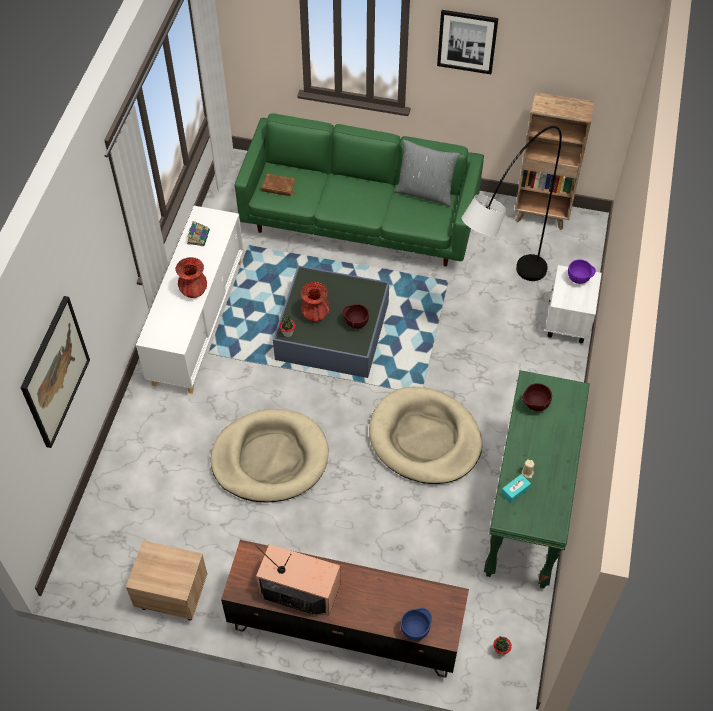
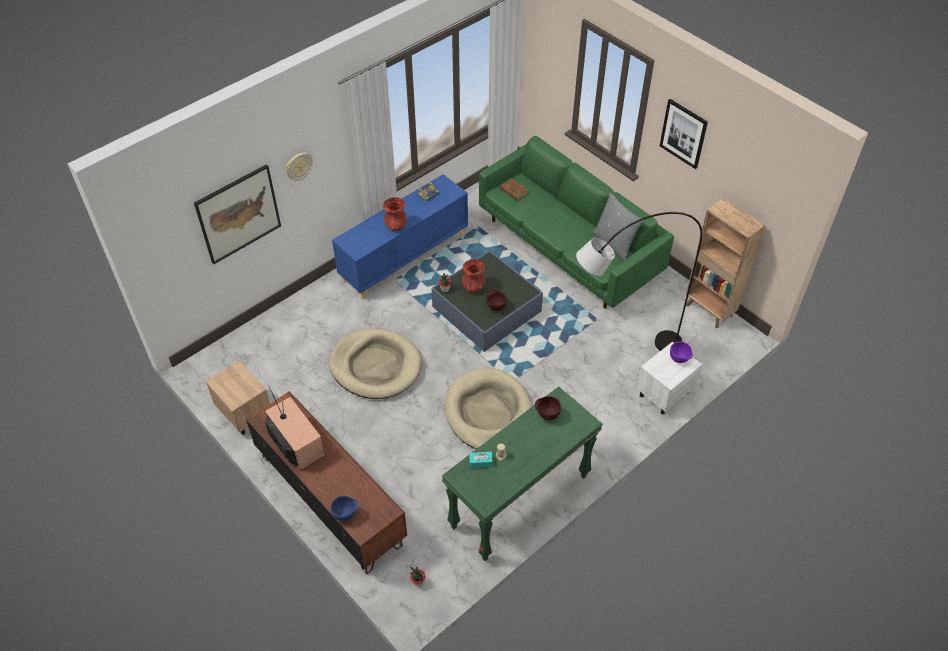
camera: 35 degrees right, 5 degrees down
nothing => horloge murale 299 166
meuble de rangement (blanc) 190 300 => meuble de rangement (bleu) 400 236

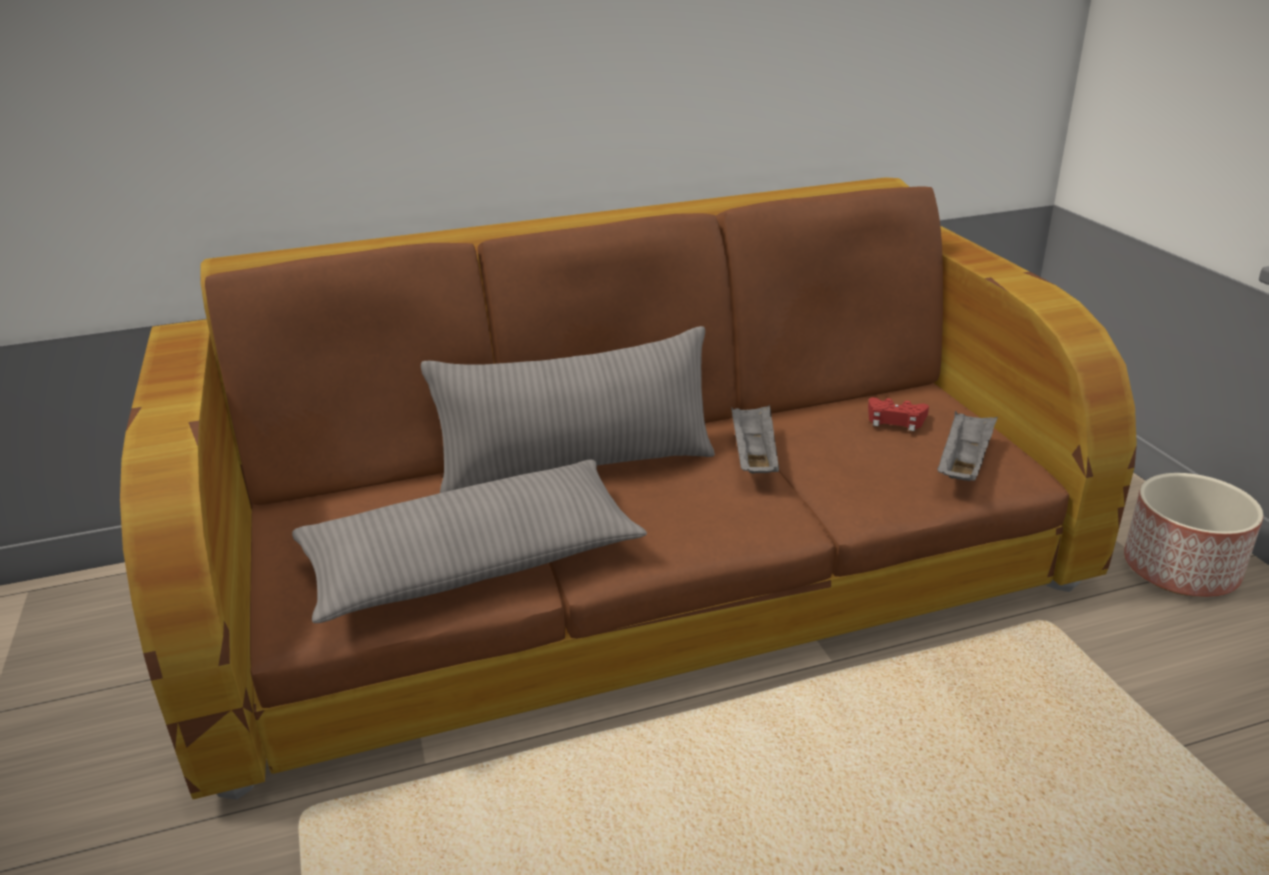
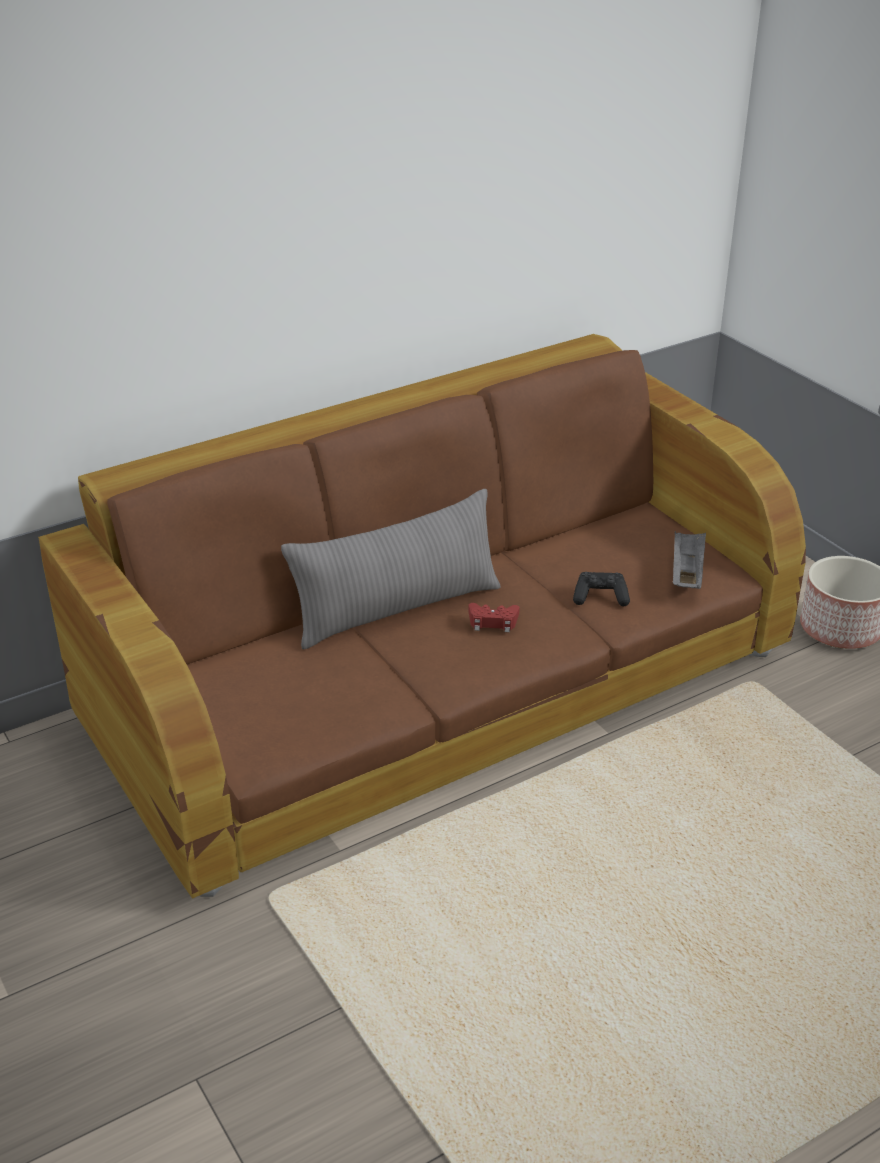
camera: 15 degrees left, 5 degrees up
manette (rouge) 898 414 => manette (rouge) 494 617, relocated
nothing => manette (noir) 601 589
coussin (gris) 469 541 => nothing
plateau (gris) 755 439 => nothing

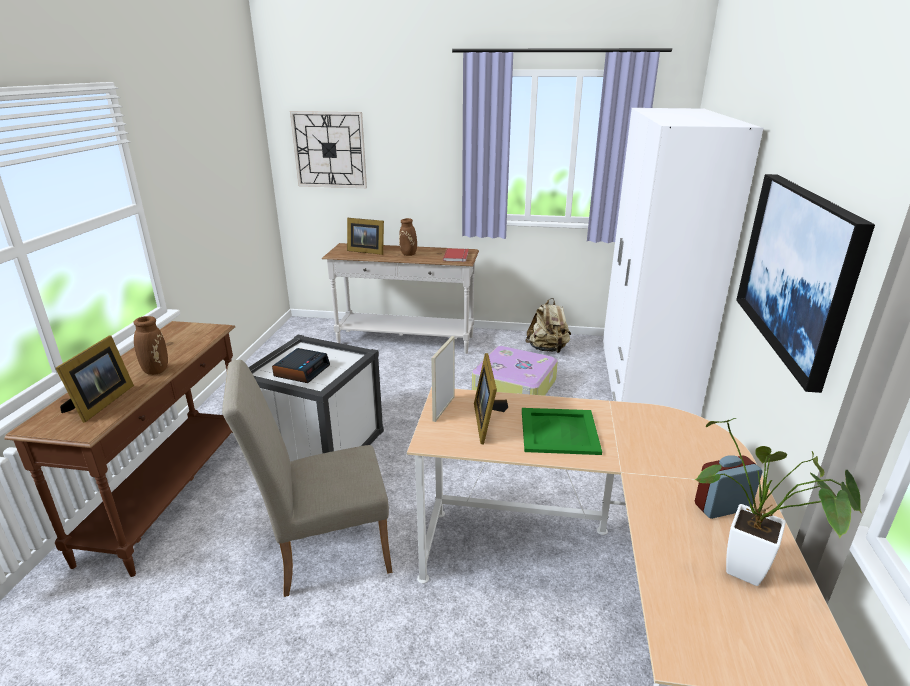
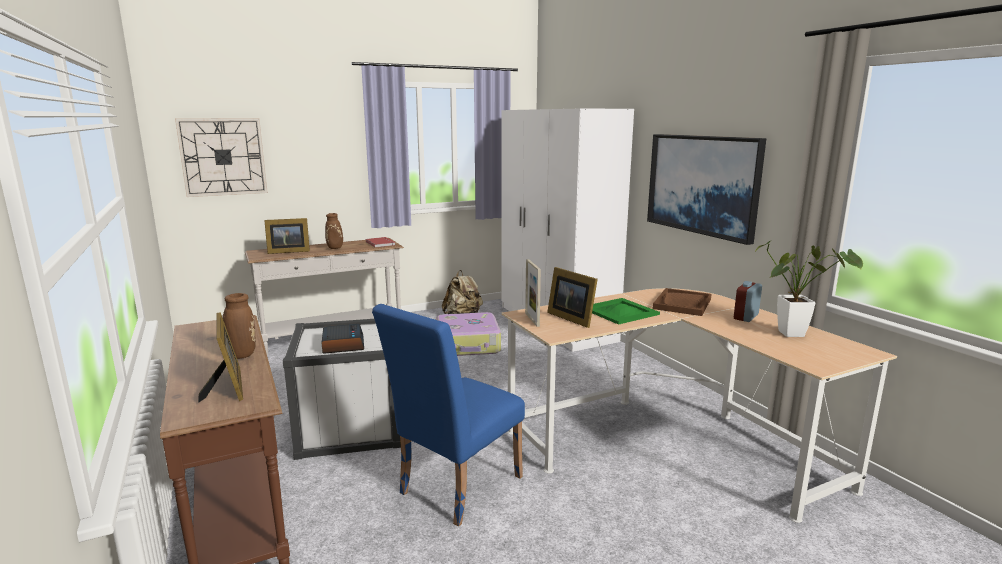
camera: 35 degrees left, 10 degrees down
chaise (beige) 307 478 => chaise (bleu) 448 415
nothing => plateau (marron) 682 302

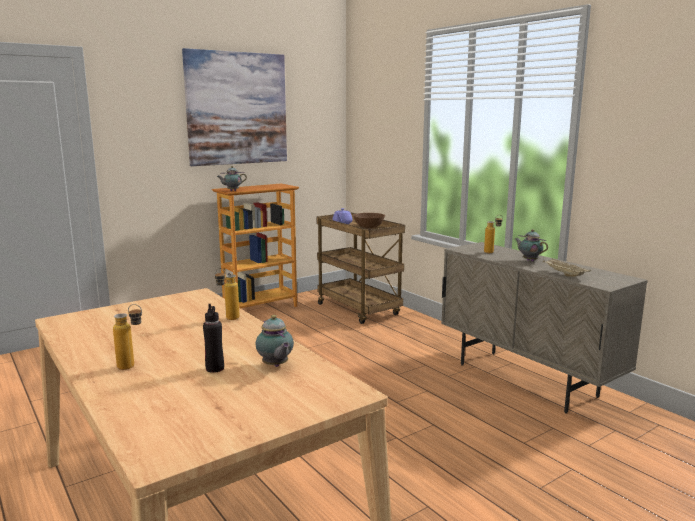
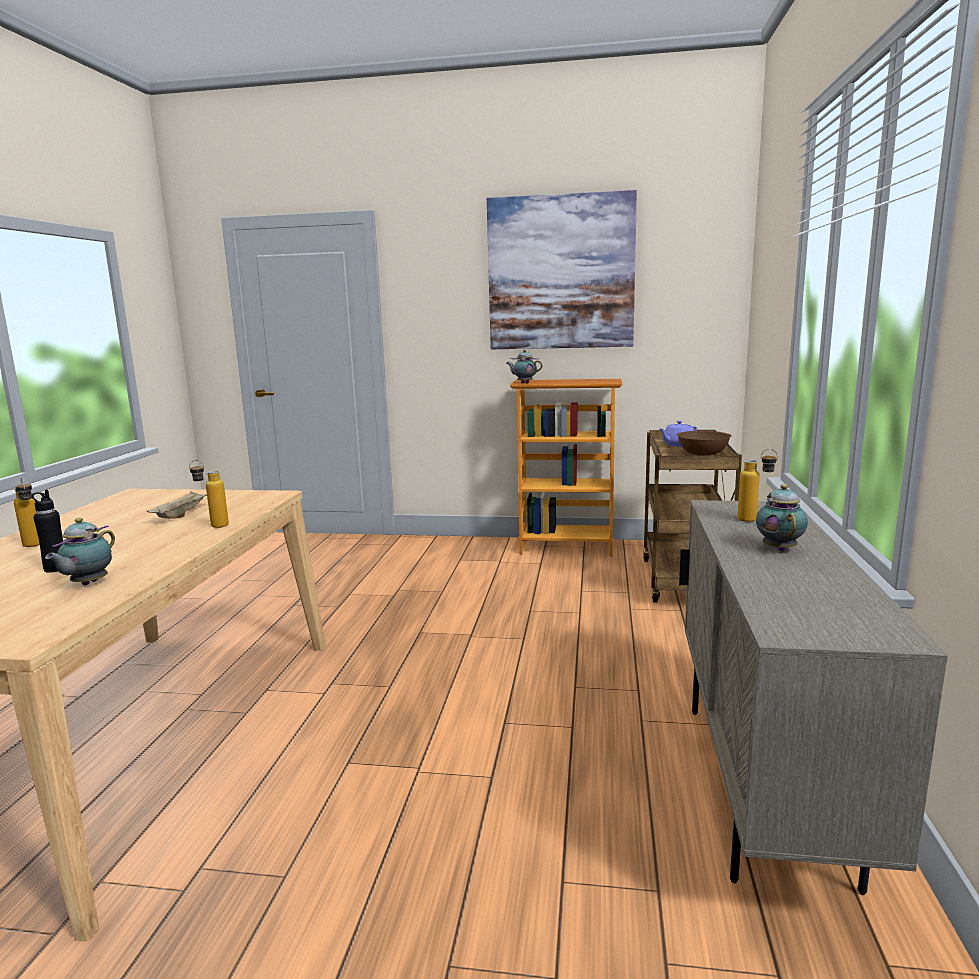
camera: 45 degrees right, 0 degrees up
plateau (beige) 567 267 => plateau (beige) 176 505, relocated

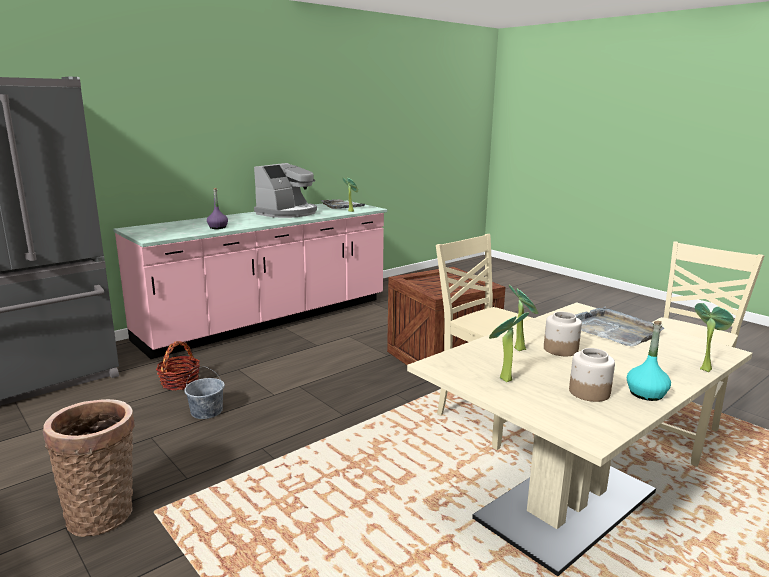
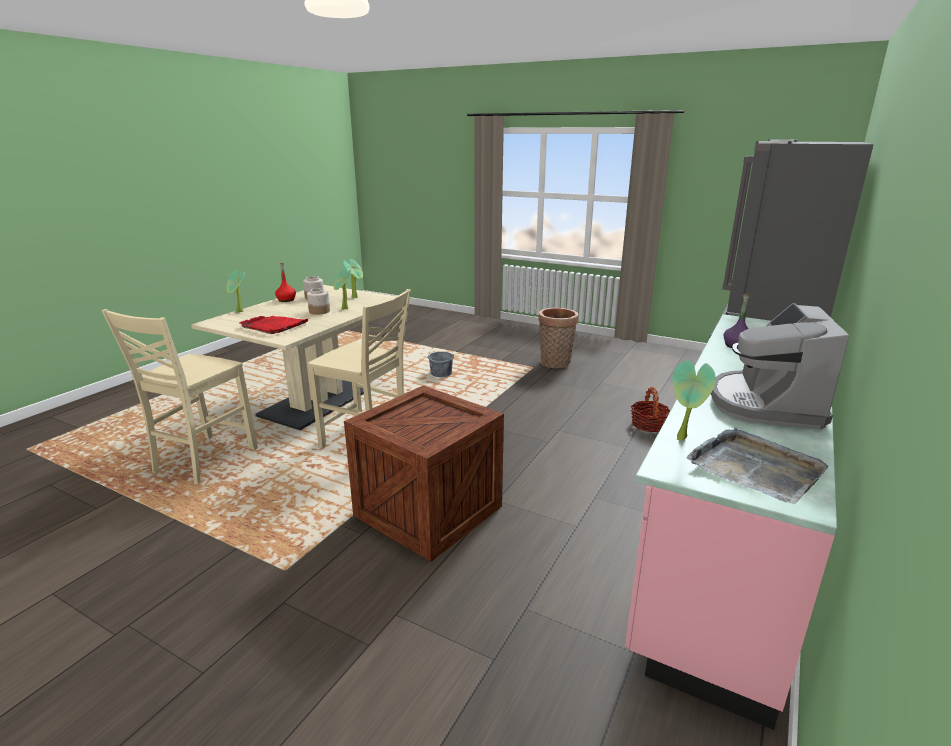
camera: 160 degrees right, 5 degrees up
plateau (gris) 620 327 => plateau (rouge) 274 325
bouteille (turquoise) 649 361 => bouteille (rouge) 285 282
seau (gris) 204 393 => seau (gris) 441 360, relocated

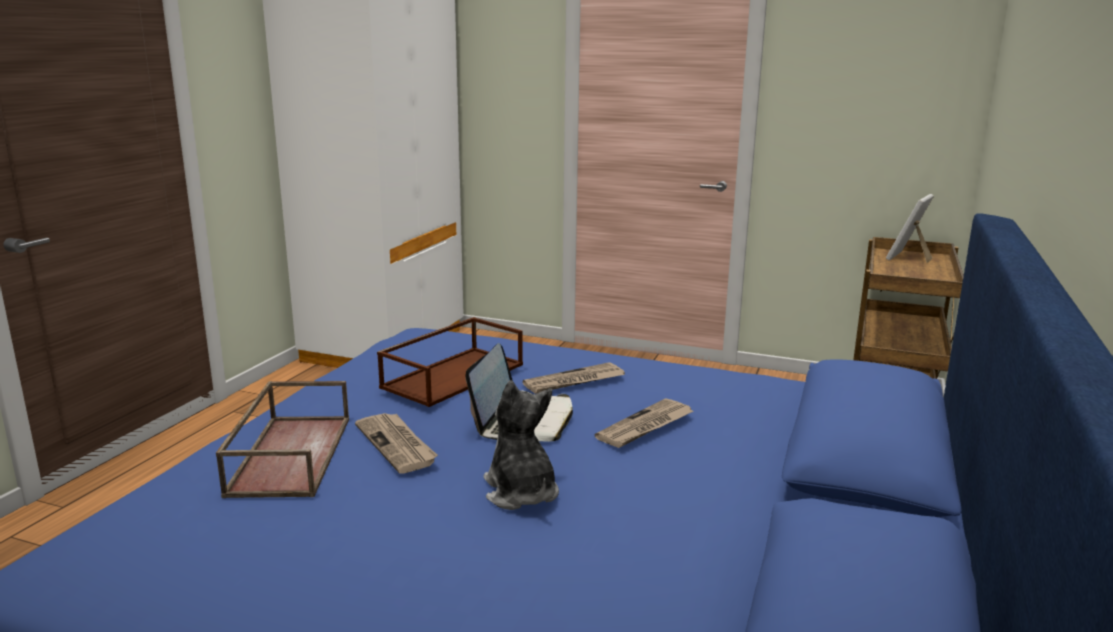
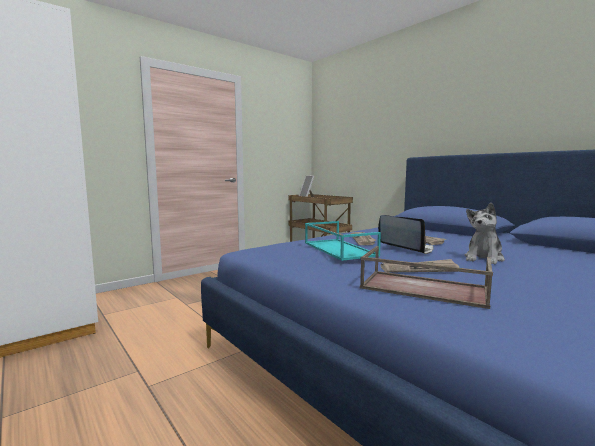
camera: 60 degrees left, 10 degrees down
plateau (marron) 450 362 => plateau (turquoise) 343 241
peluche 521 445 => peluche 485 234, 60 degrees counterclockwise

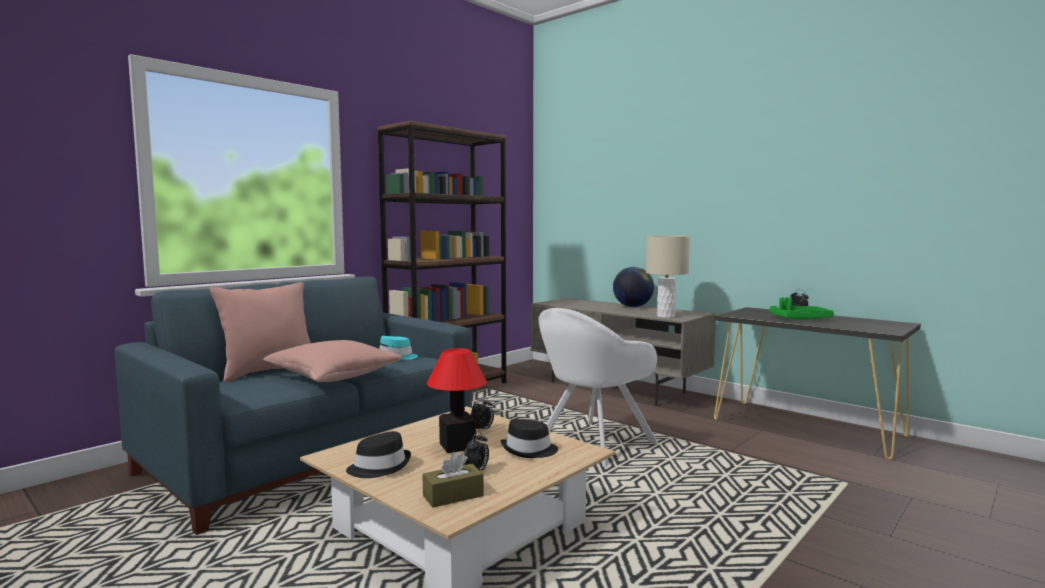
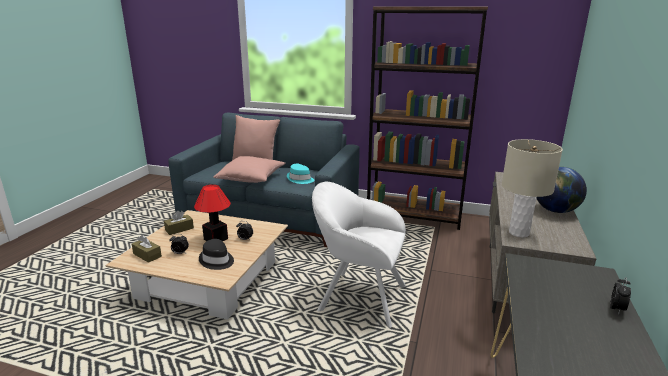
camera: 65 degrees right, 15 degrees up
chapeau (noir) 378 454 => boîte à mouchoirs (marron) 179 223
plateau (vert) 802 308 => nothing

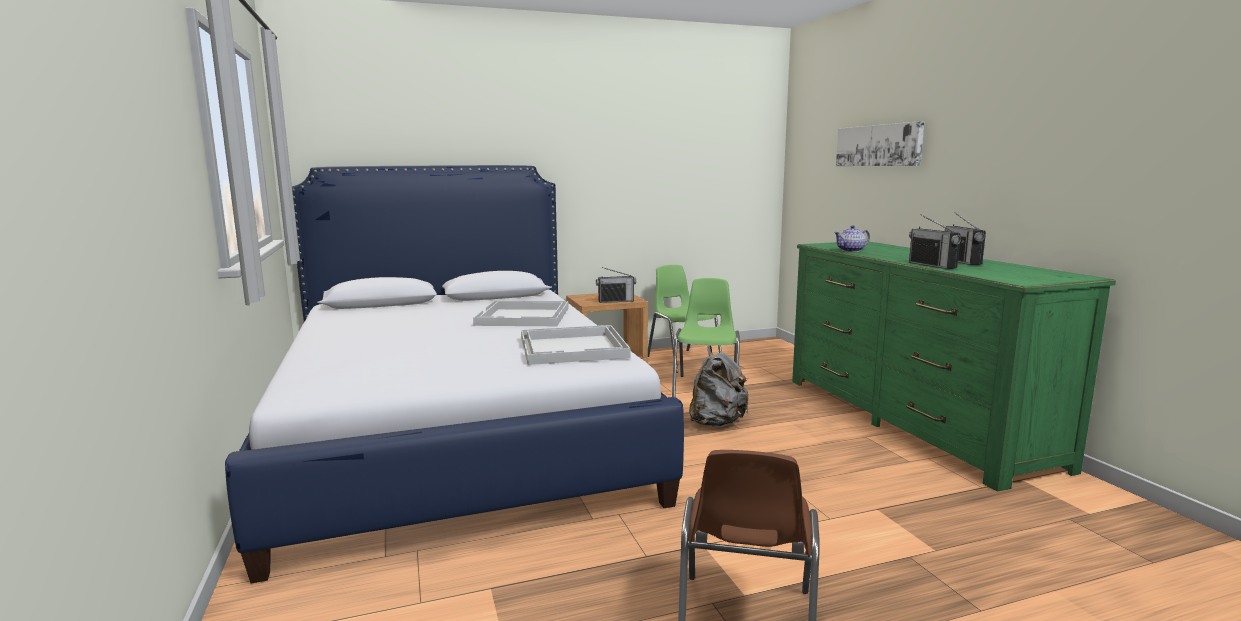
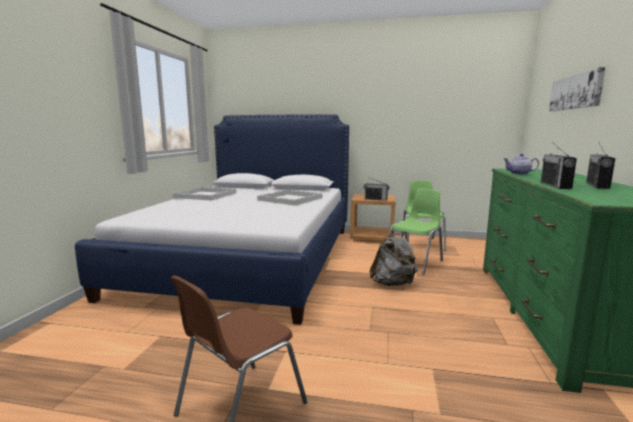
camera: 30 degrees right, 0 degrees up
plateau (blanc) 576 345 => plateau (blanc) 204 194, relocated

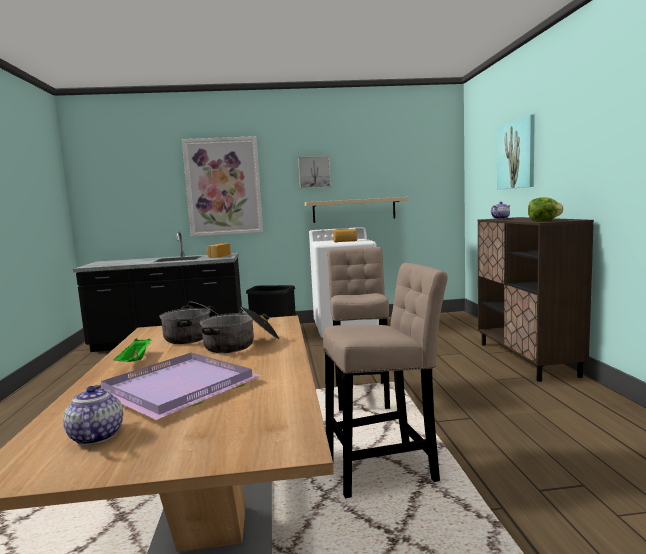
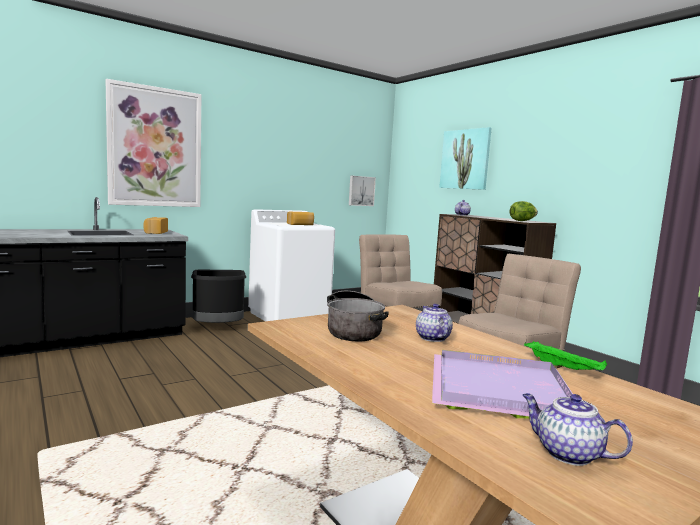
camera: 30 degrees left, 0 degrees up
tableau 314 172 => tableau 362 191, relocated
marmite 240 330 => théière 434 323
plateau (vert) 132 350 => plateau (vert) 565 355, relocated
étagère (beige) 356 210 => nothing

